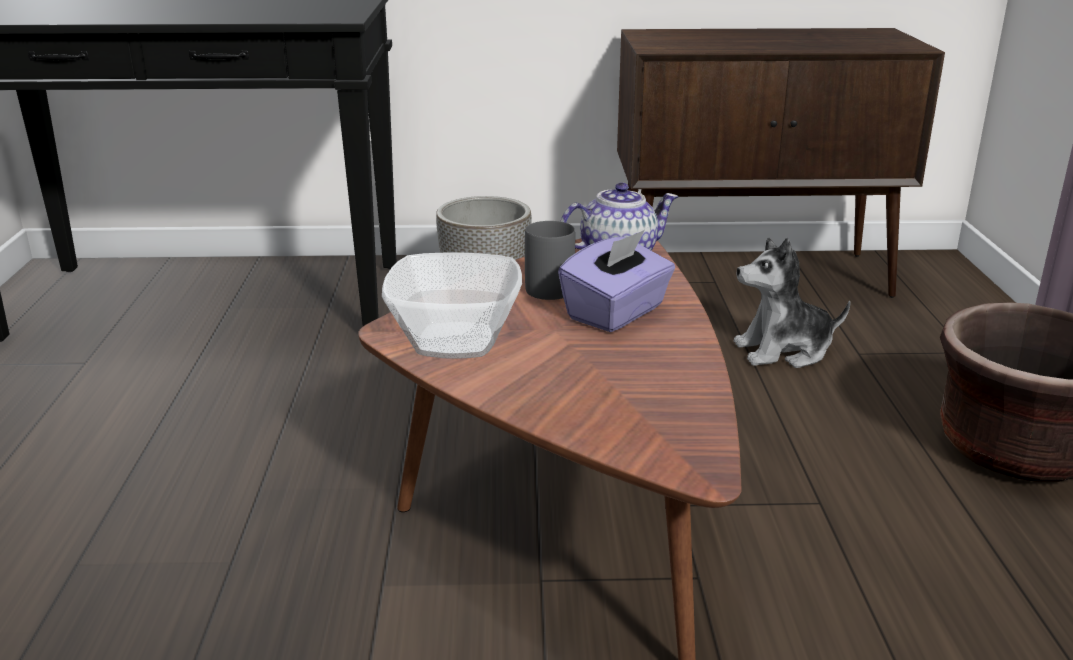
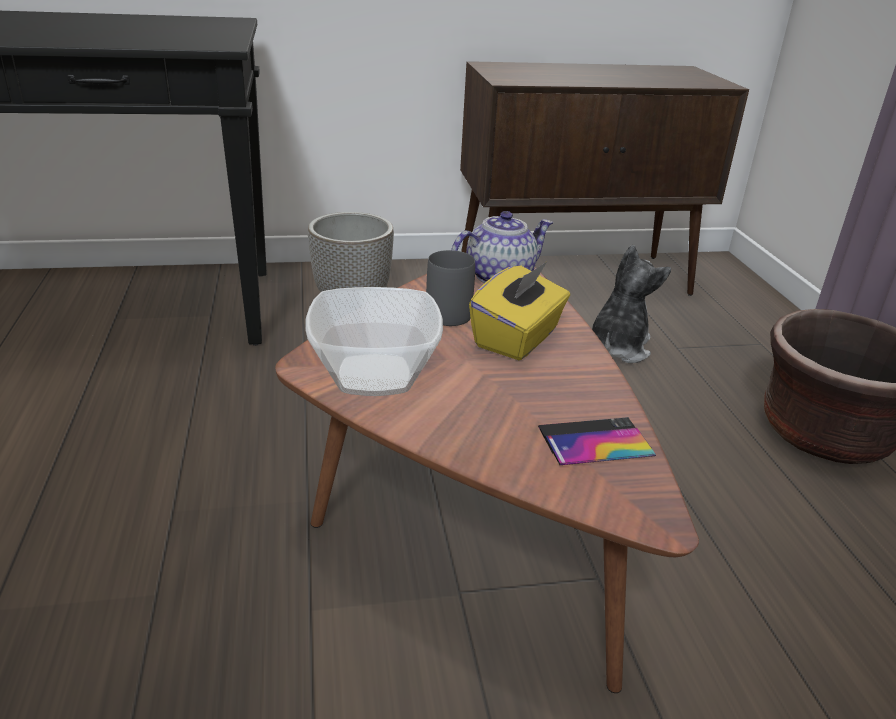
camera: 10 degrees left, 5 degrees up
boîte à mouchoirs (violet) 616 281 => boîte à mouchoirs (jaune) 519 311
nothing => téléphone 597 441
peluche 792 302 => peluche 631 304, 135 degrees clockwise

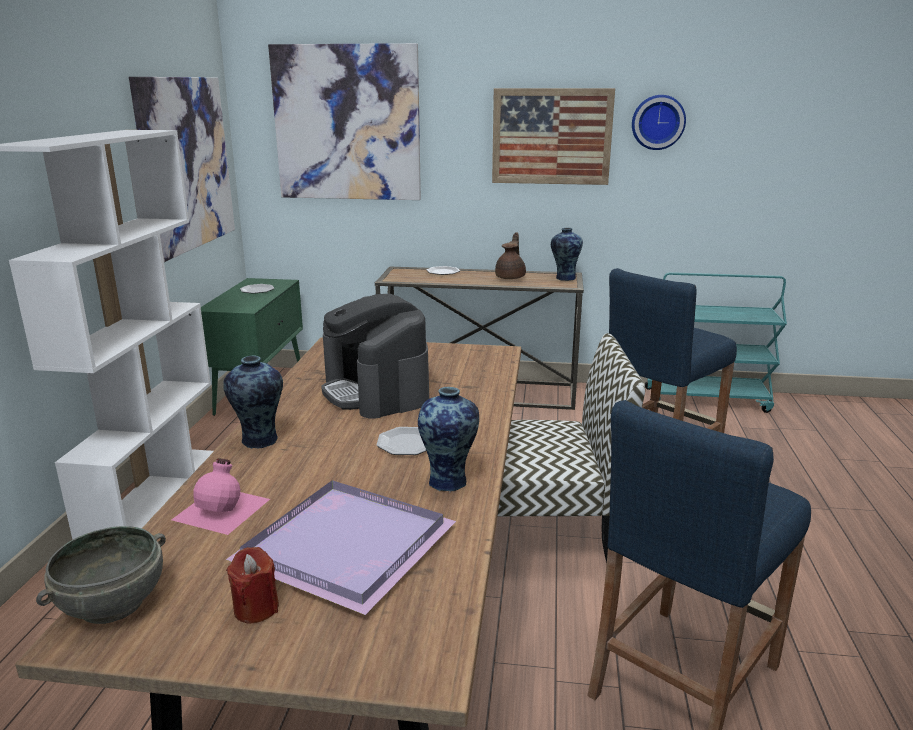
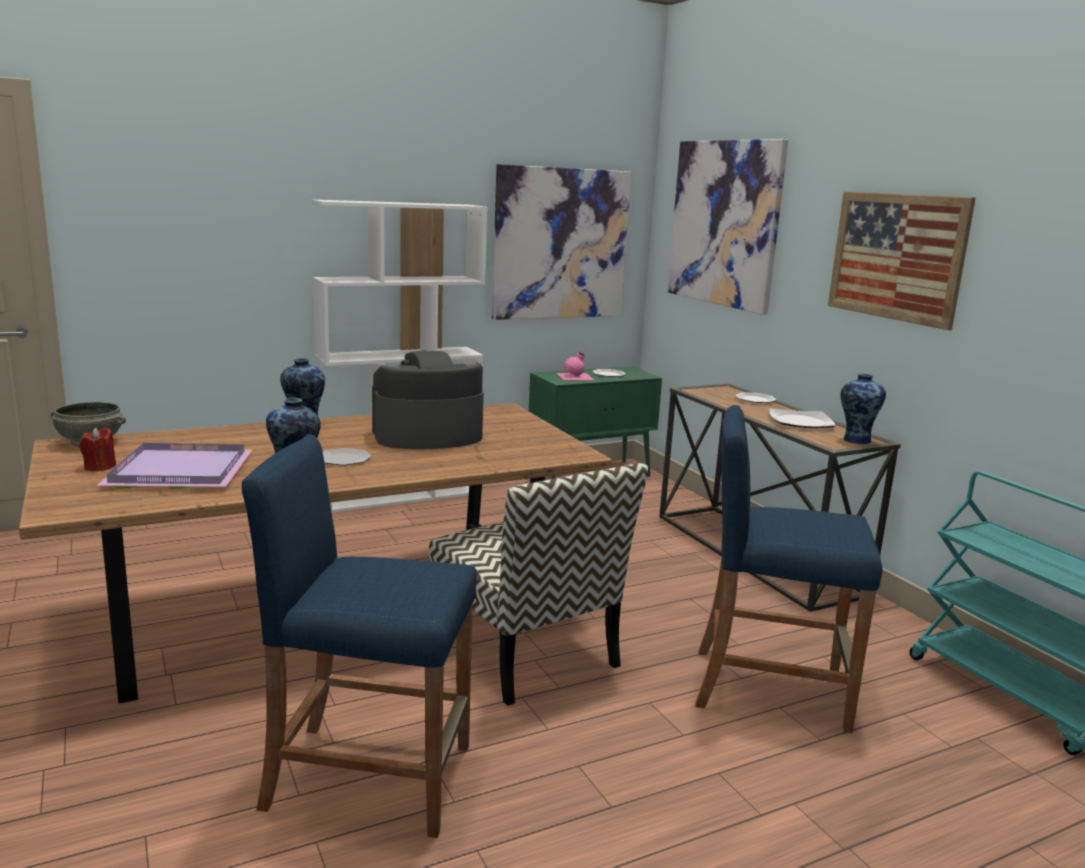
camera: 55 degrees right, 5 degrees down
machine à café 375 356 => machine à café 428 399, 45 degrees clockwise
bouteille (rose) 220 497 => bouteille (rose) 575 366, relocated
théière (marron) 510 255 => assiette 802 418
horloge murale 659 122 => nothing

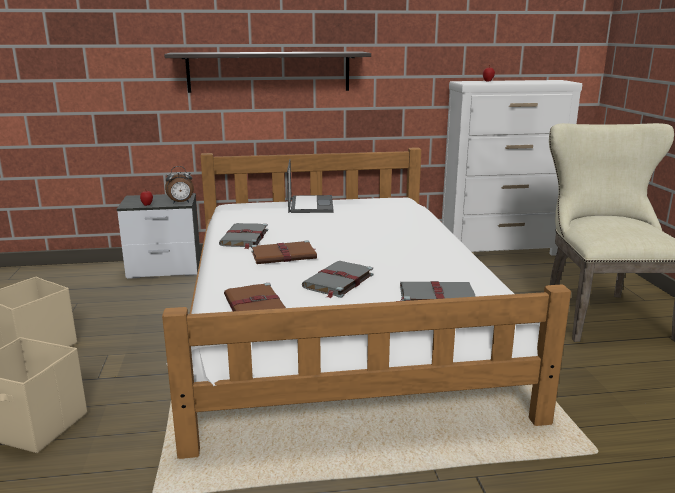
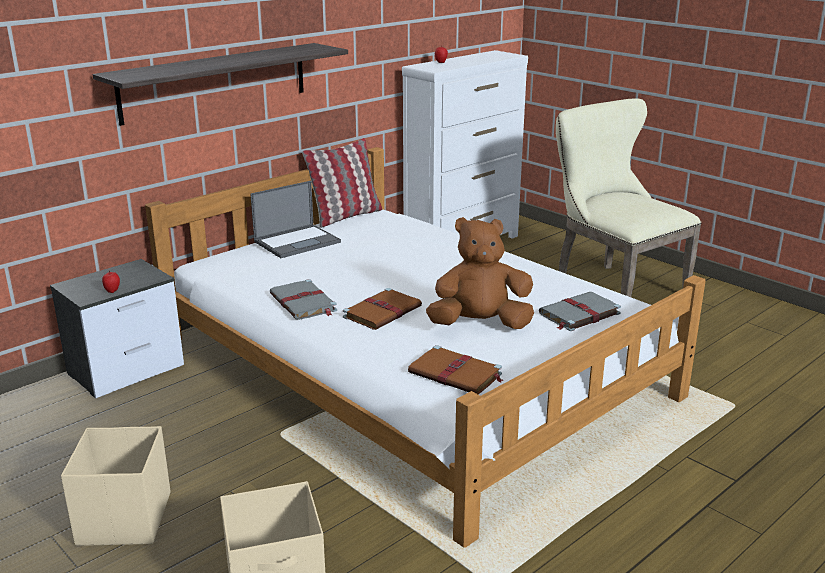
camera: 35 degrees left, 5 degrees up
ordinateur portable 310 186 => ordinateur portable 295 219, 90 degrees clockwise
nothing => coussin 342 183
livre (gris) 337 279 => peluche (marron) 480 273
réveil 179 185 => nothing

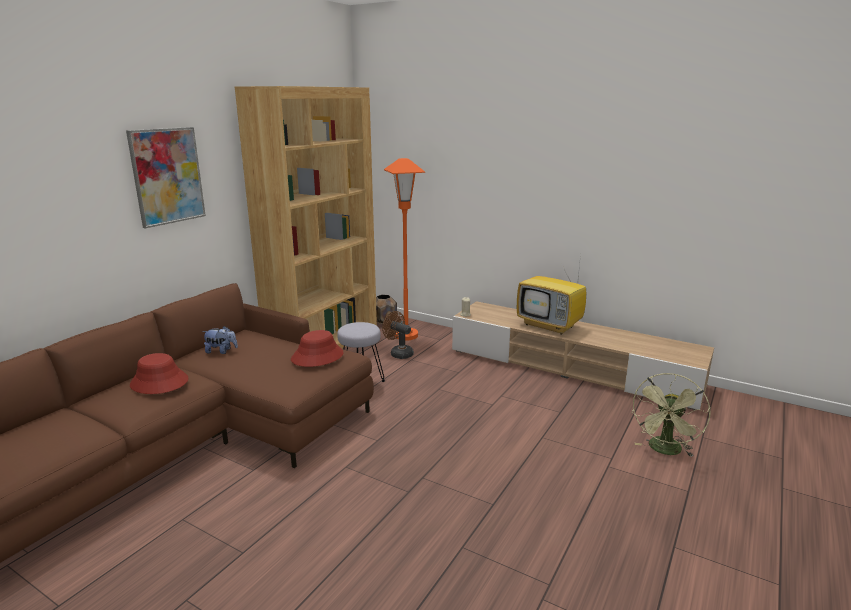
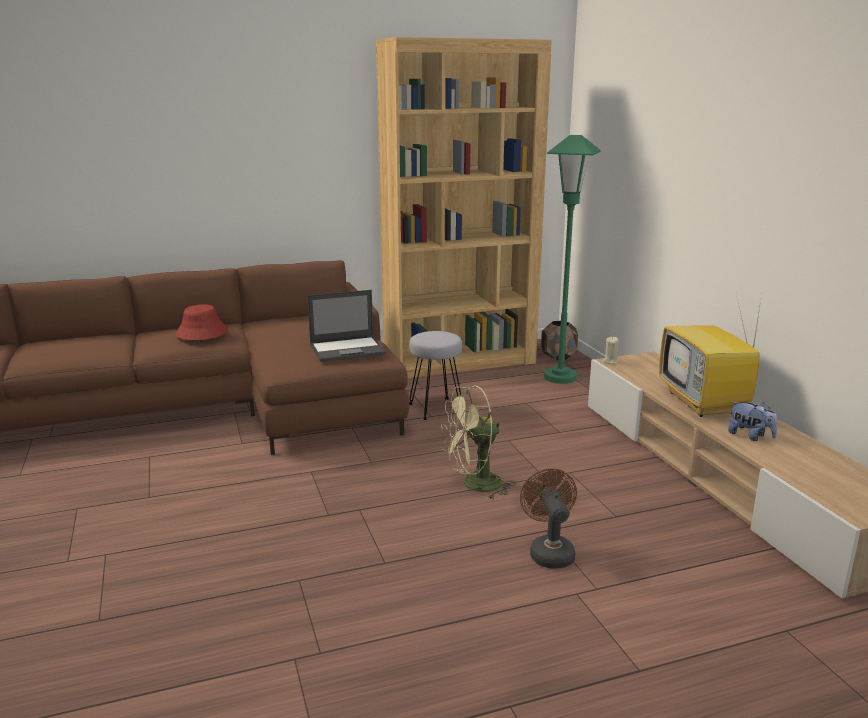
camera: 40 degrees right, 0 degrees up
chapeau (rouge) 317 348 => ordinateur portable 346 326
ventilateur (vert) 671 415 => ventilateur (vert) 478 443, relocated
ventilateur (marron) 398 335 => ventilateur (marron) 548 518, relocated
lampadaire (orange) 404 249 => lampadaire (vert) 572 259
peluche 220 340 => peluche 752 421, relocated
tableau 166 178 => nothing

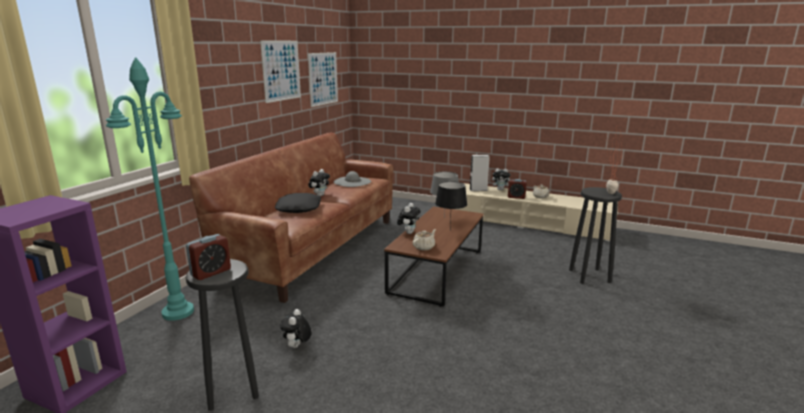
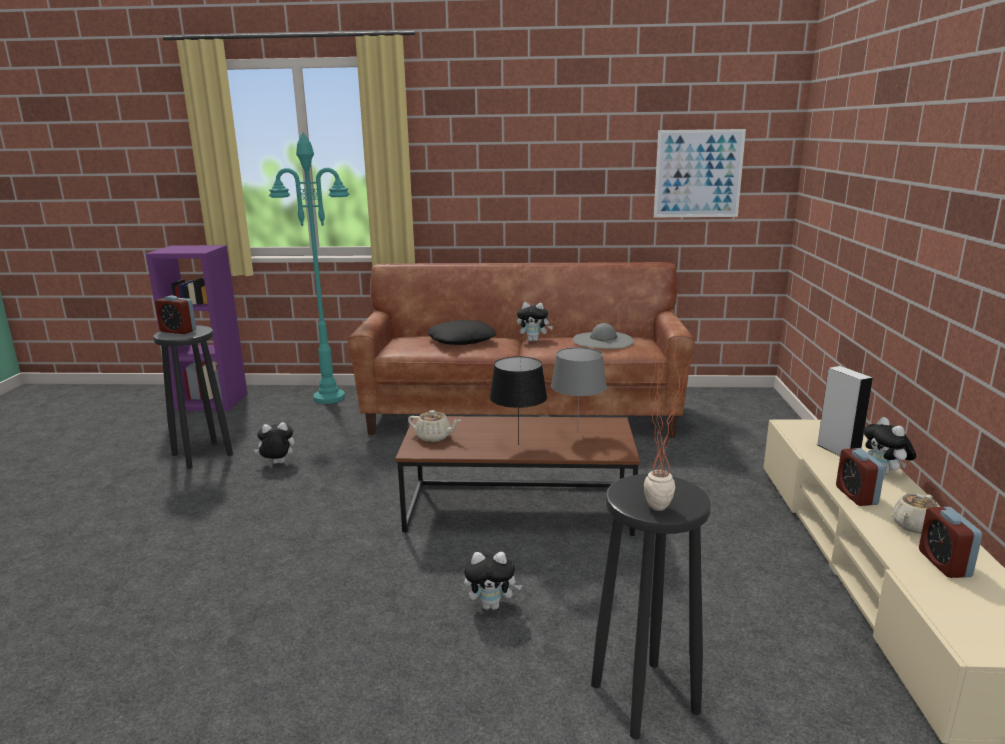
camera: 70 degrees right, 0 degrees up
peluche 408 218 => peluche 493 581, relocated
nothing => réveil 950 542
tableau 280 71 => nothing

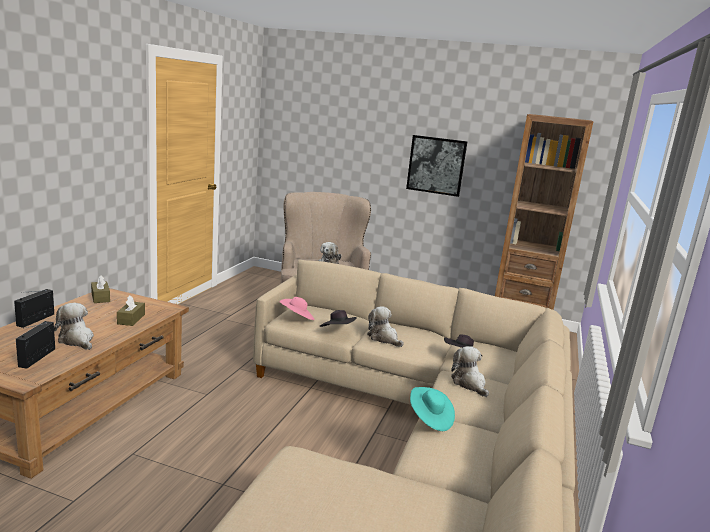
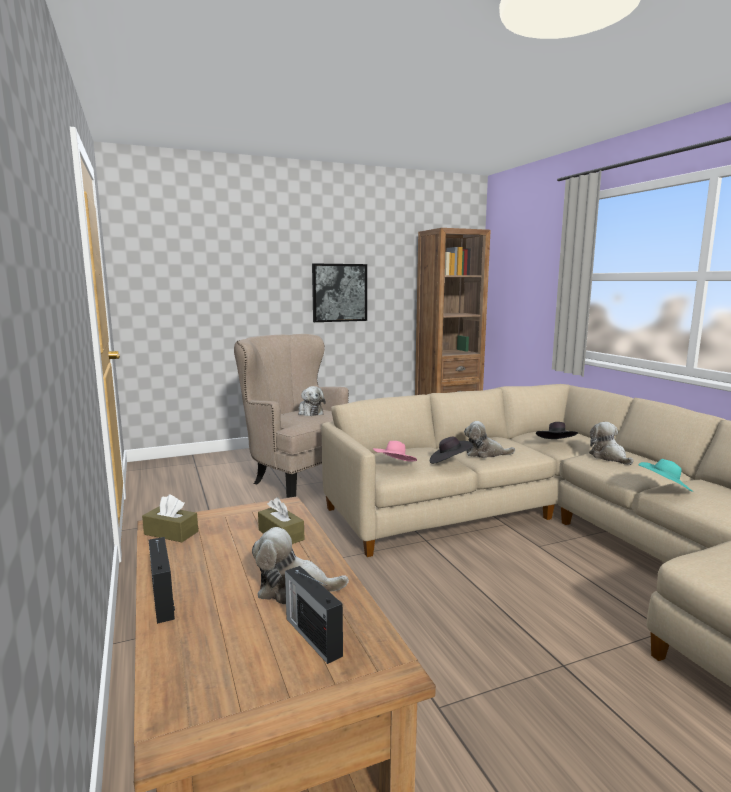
camera: 40 degrees left, 5 degrees down
peluche 470 371 => peluche 611 443, 45 degrees clockwise

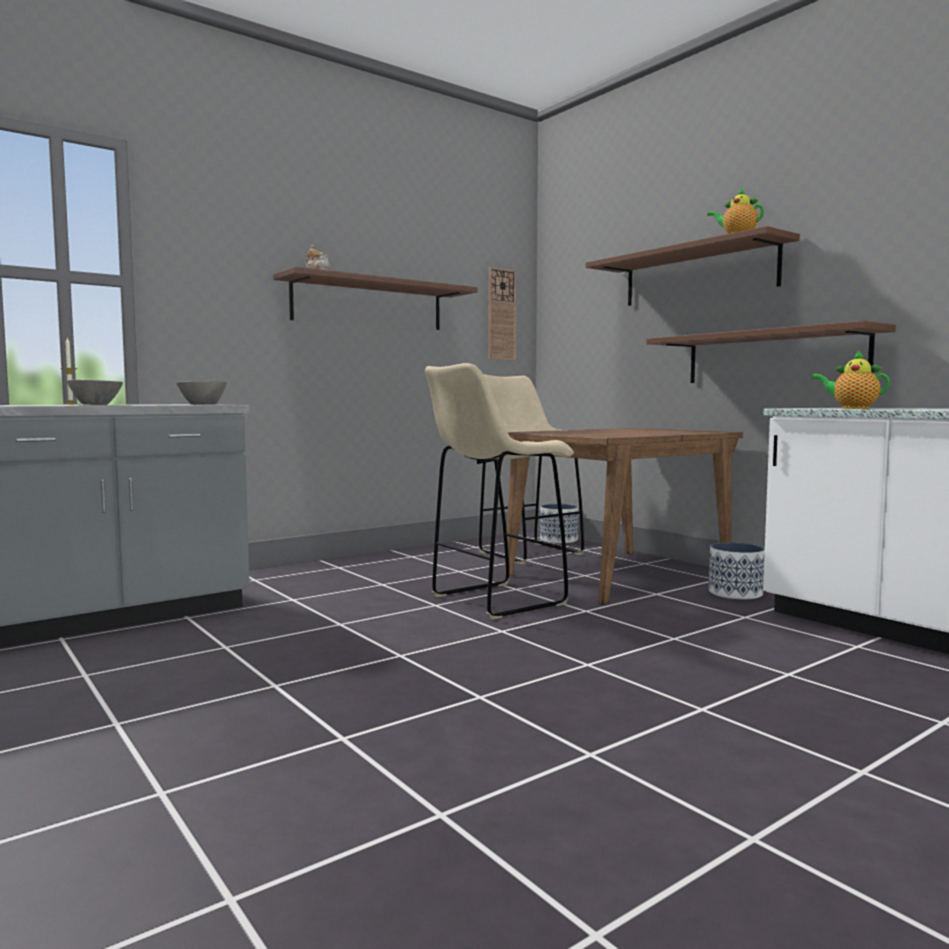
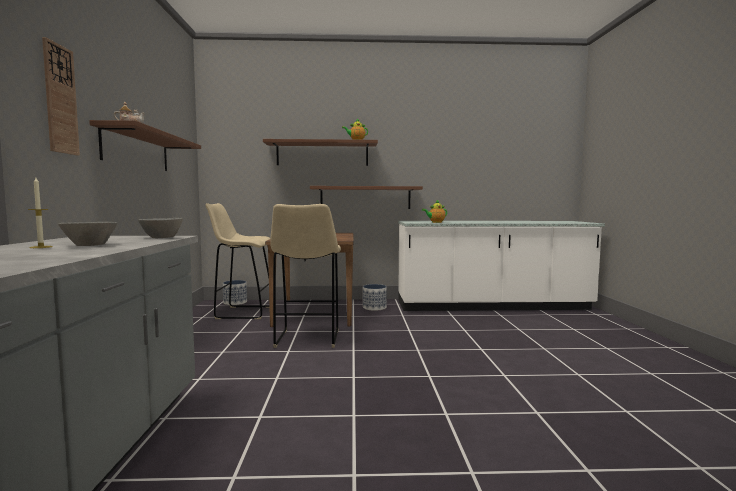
camera: 55 degrees left, 0 degrees up
horloge murale 502 314 => horloge murale 61 96, relocated

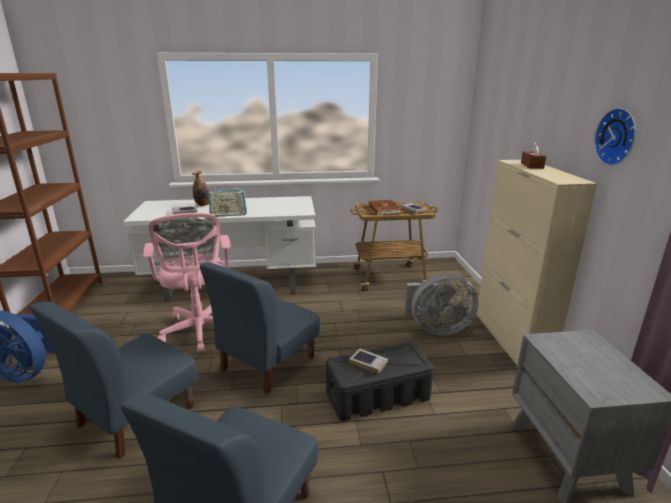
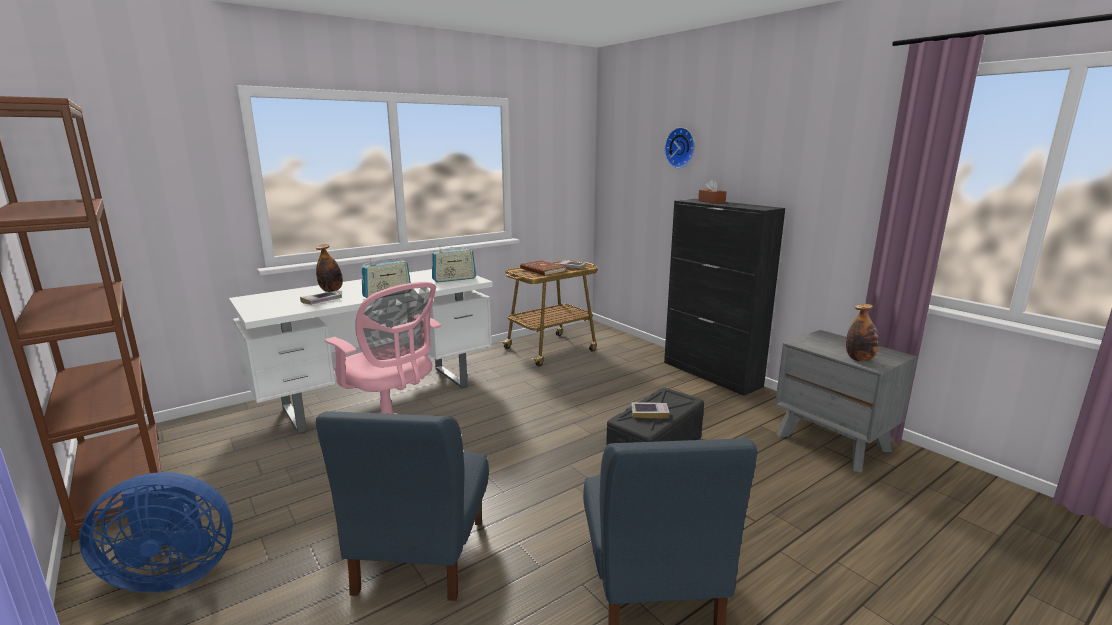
camera: 30 degrees left, 5 degrees down
nothing => radio 454 263
meuble de rangement (beige) 537 262 => meuble de rangement (noir) 724 297
horloge murale 615 137 => horloge murale 680 147, relocated
nothing => bouteille 862 333
chaise (bleu) 260 328 => nothing
ventilateur (gris) 442 305 => nothing

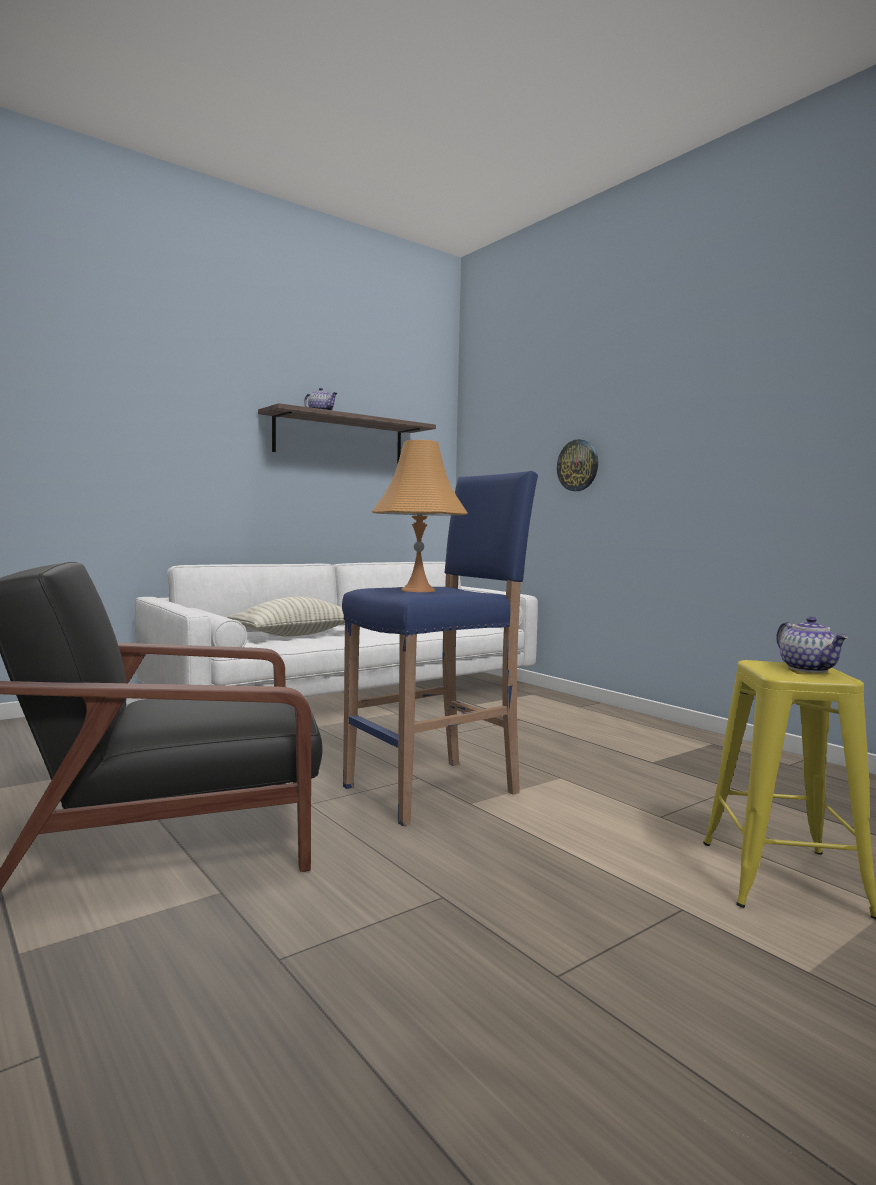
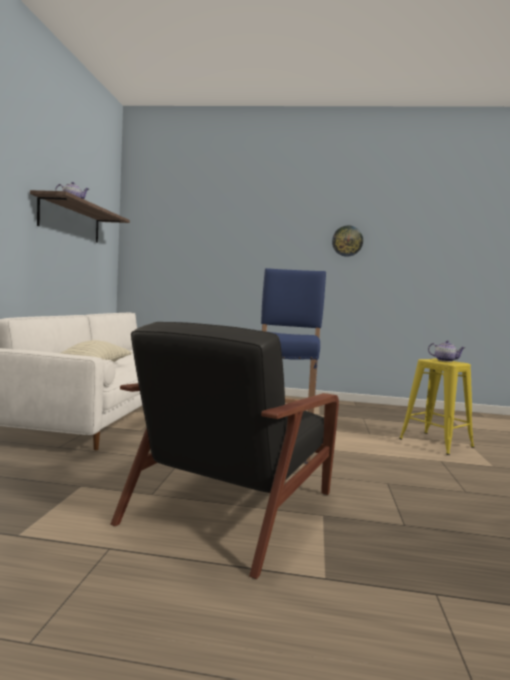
camera: 45 degrees left, 0 degrees up
horloge murale 577 465 => horloge murale 347 241, relocated
lampe de table (orange) 420 516 => nothing

